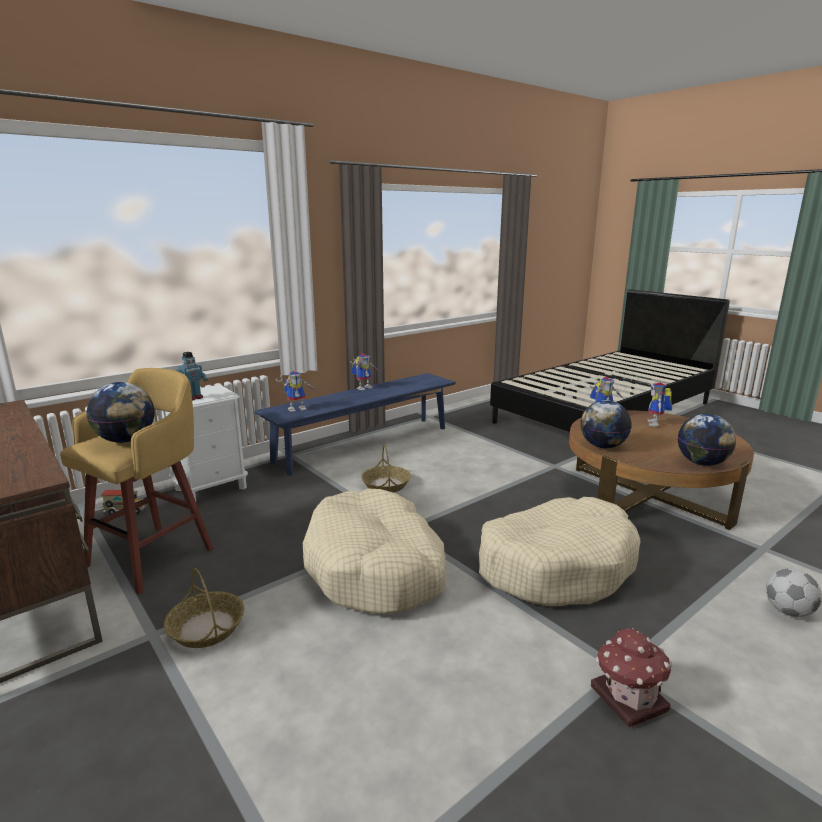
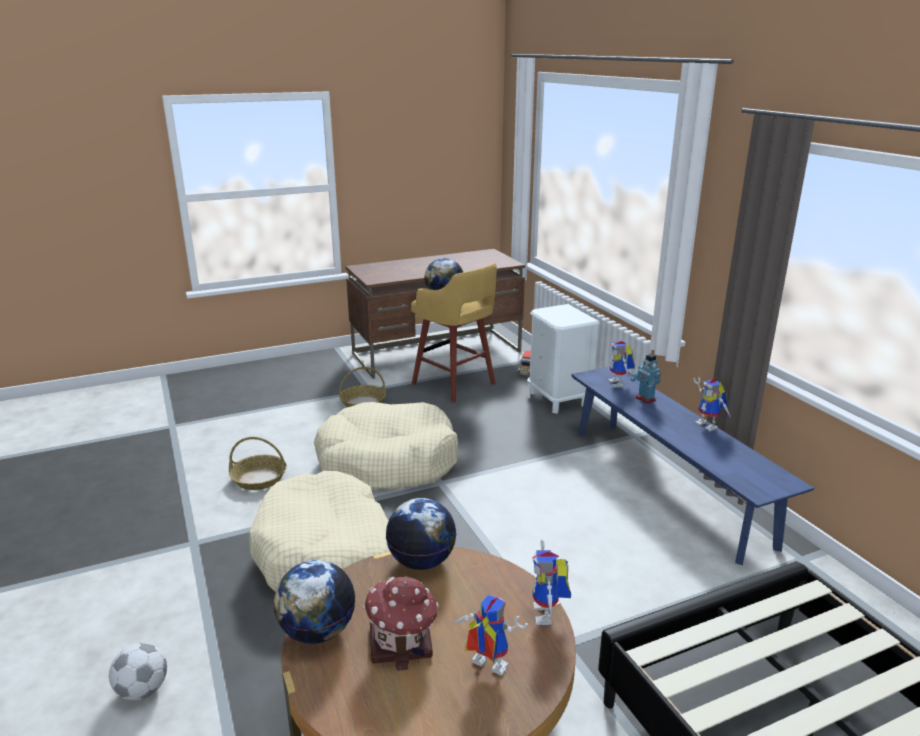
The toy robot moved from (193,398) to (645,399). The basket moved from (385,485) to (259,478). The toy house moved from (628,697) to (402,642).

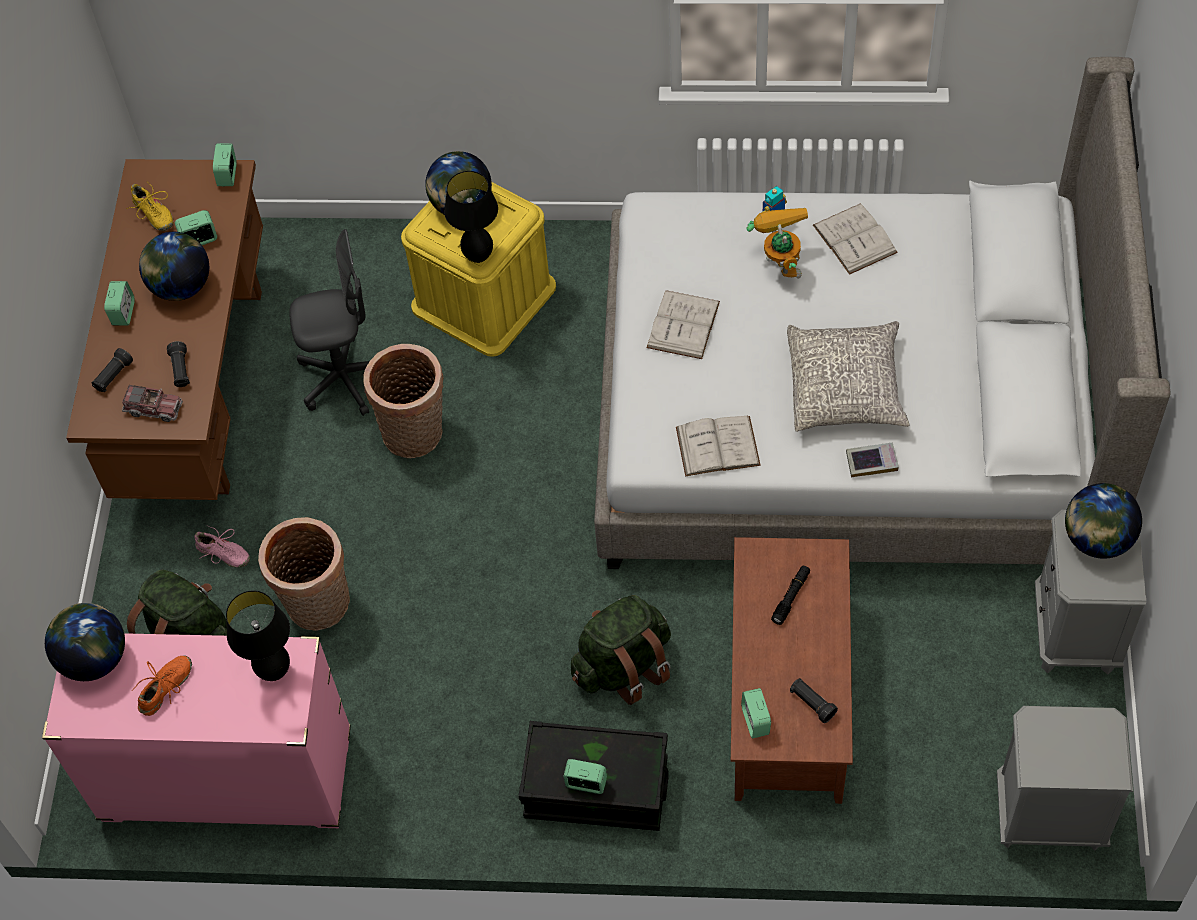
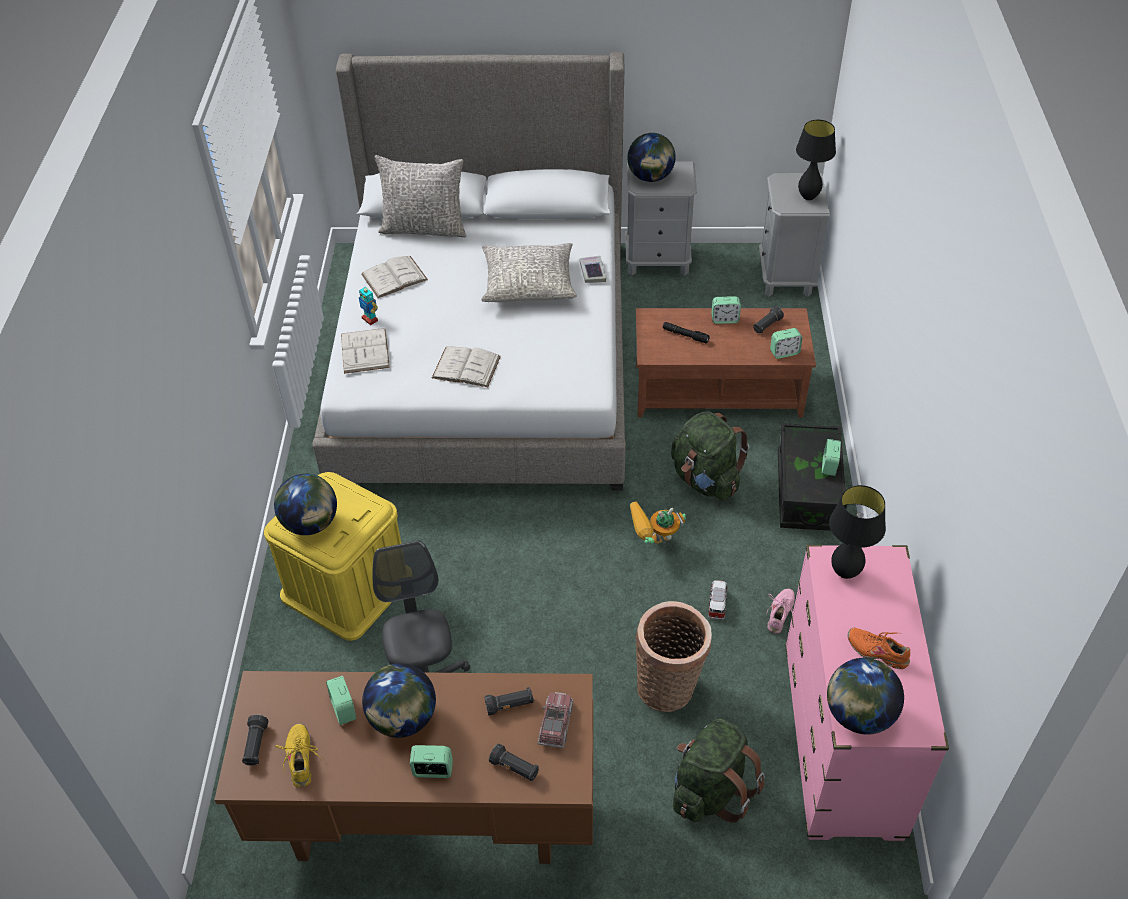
The alarm clock moved from (228,175) to (725,319). The black table lamp moved from (478,257) to (808,197). The yellow shoe at (153,214) turned 60 degrees counterclockwise. The toy robot moved from (779,263) to (654,545). The basket at (416,435) disappeared. The white book moved from (717,446) to (365,351). The pink shoe moved from (223,554) to (780,614). The grey pillow at (424,228) appeared. The toy car at (717,604) appeared. The black flashlight at (256,745) appeared.

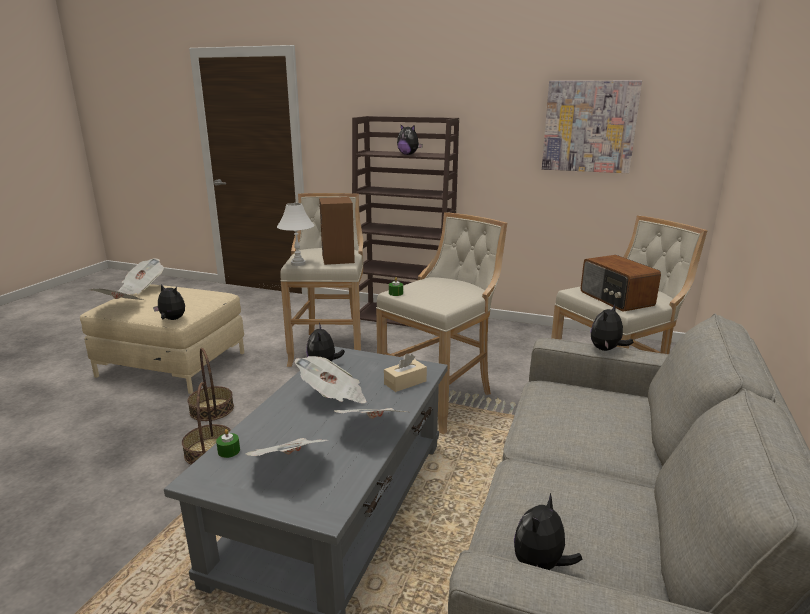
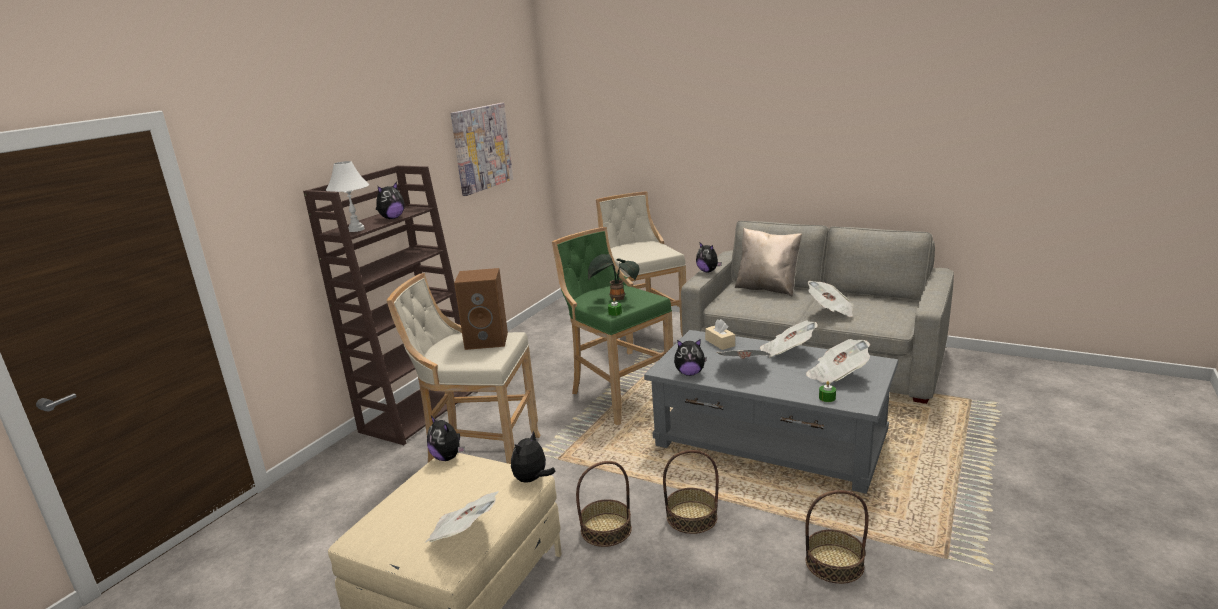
The white table lamp moved from (298,264) to (356,229). The beige stool at (441,398) became the green stool at (617,395). The radio at (615,299) disappeared. The newspaper moved from (141,289) to (831,310). The plush toy moved from (540,566) to (448,457). The beige pillow at (767,288) appeared. The potted plant at (615,299) appeared. The basket at (834,563) appeared.

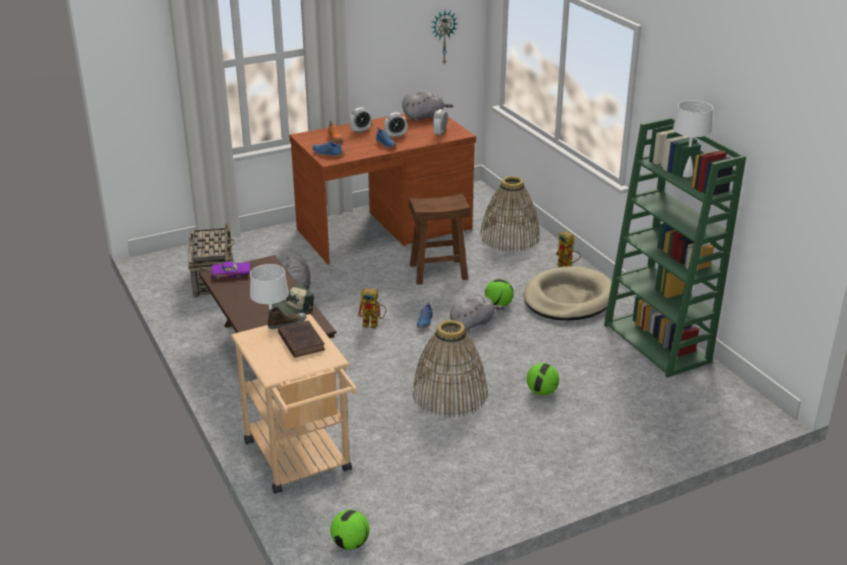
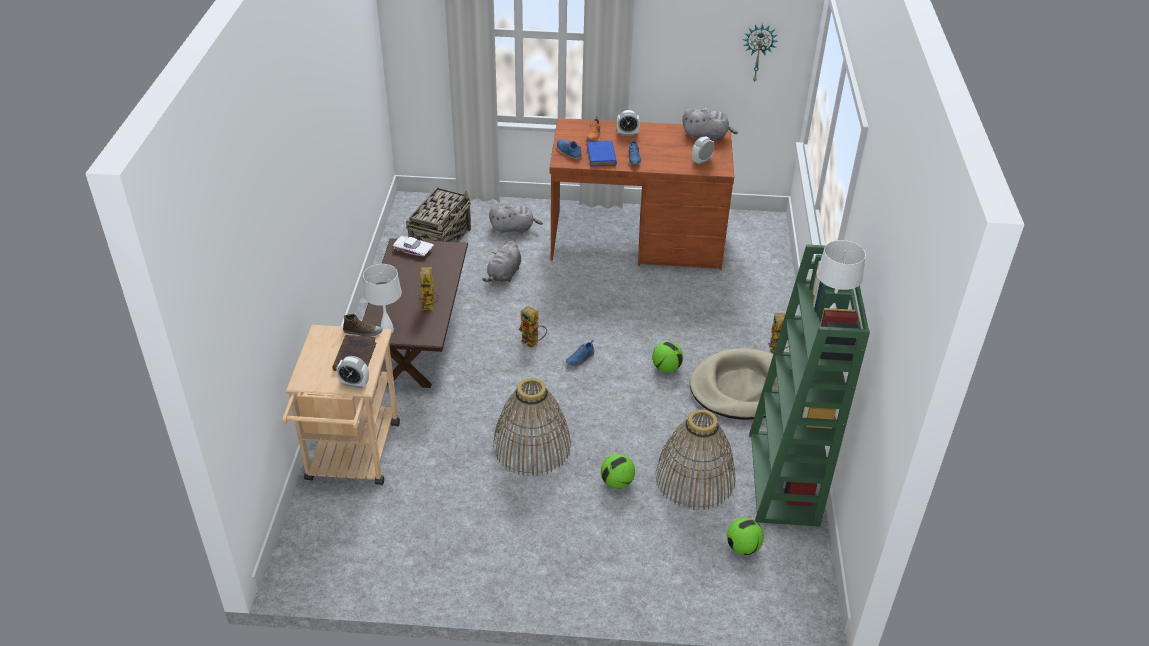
The alarm clock moved from (395,135) to (354,383). The basket moved from (509,238) to (695,479). The brown stool at (438,272) disappeared. The purple toy car at (231,274) became the white toy car at (413,250). The cap at (293,308) was replaced by the toy robot at (429,307). The grey plush toy moved from (473,323) to (514,228). The football moved from (350,543) to (743,547). The blue book at (601,156) appeared.

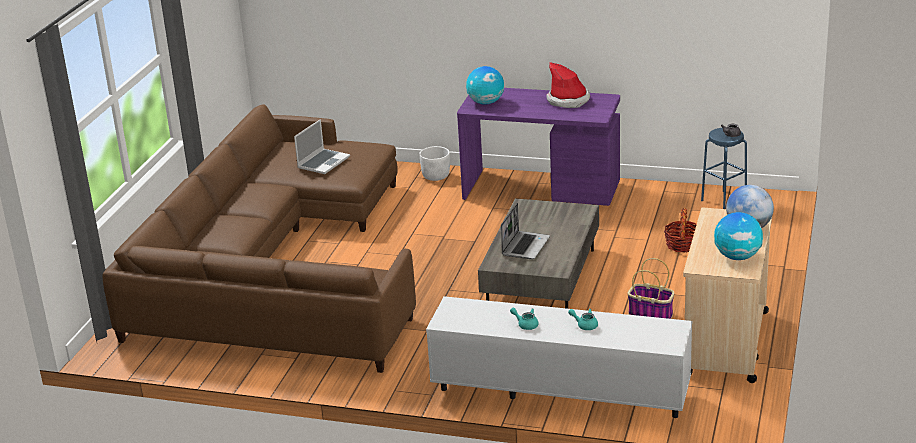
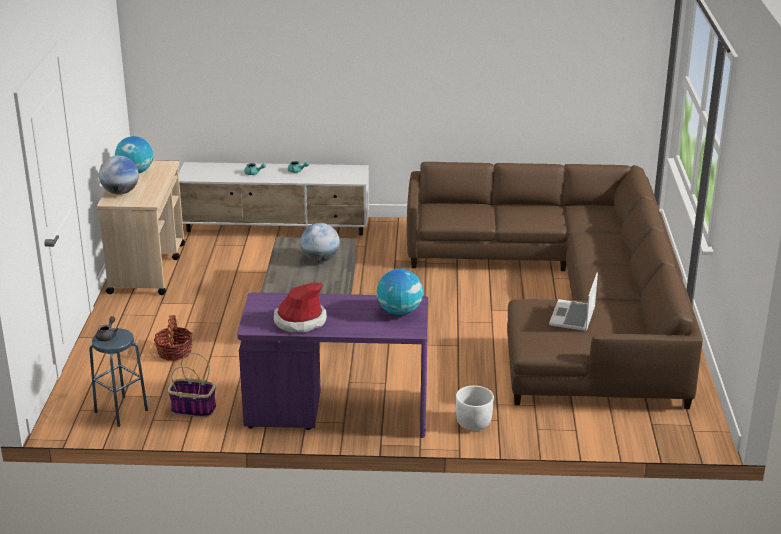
The laptop at (525,246) was replaced by the globe at (320,259). The basket moved from (651,314) to (192,409).

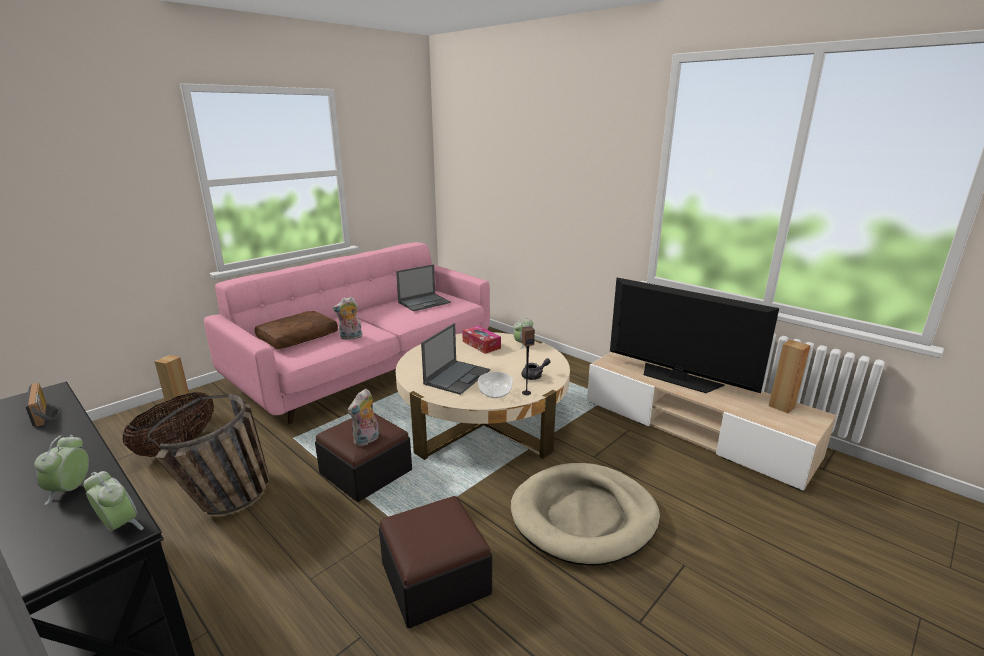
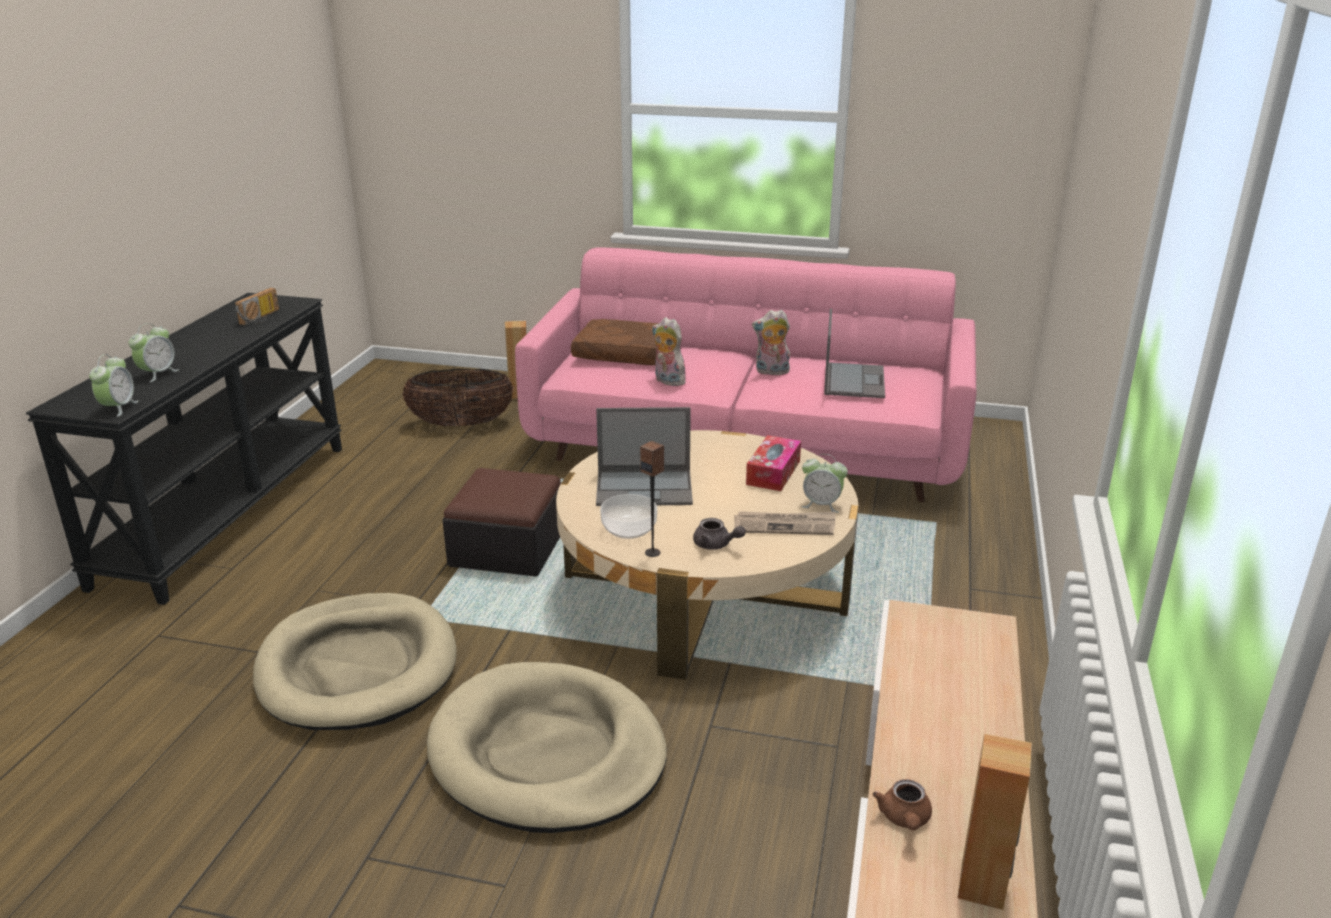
The laptop at (424,302) turned 105 degrees counterclockwise. The television at (678,379) disappeared. The plush toy moved from (367,440) to (771,372). The basket at (230,503) disappeared. The alarm clock at (71,490) turned 150 degrees clockwise. The ottoman at (435,578) was replaced by the beige dog bed at (358,667). The newspaper at (784,525) appeared. The brown teapot at (904,819) appeared.

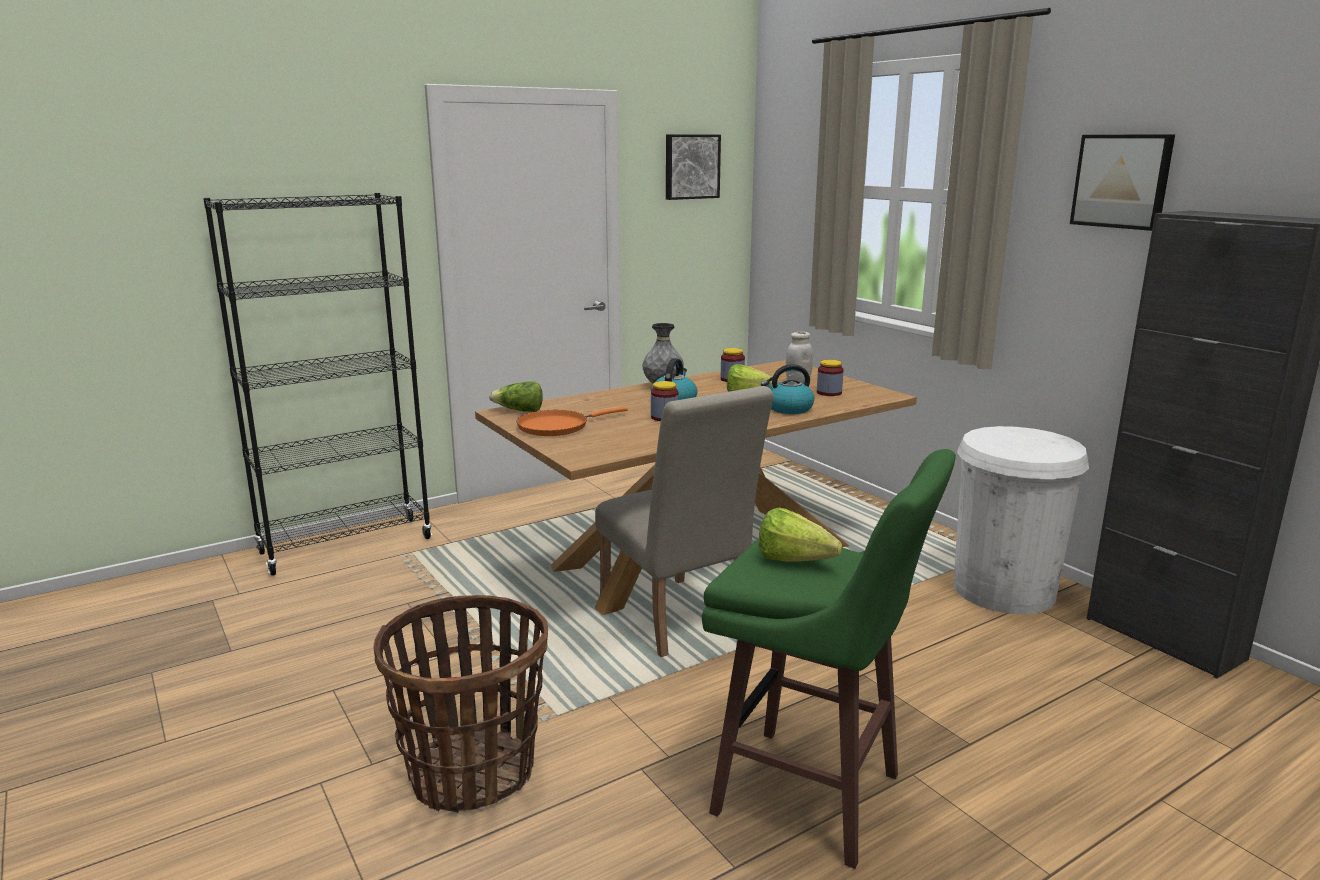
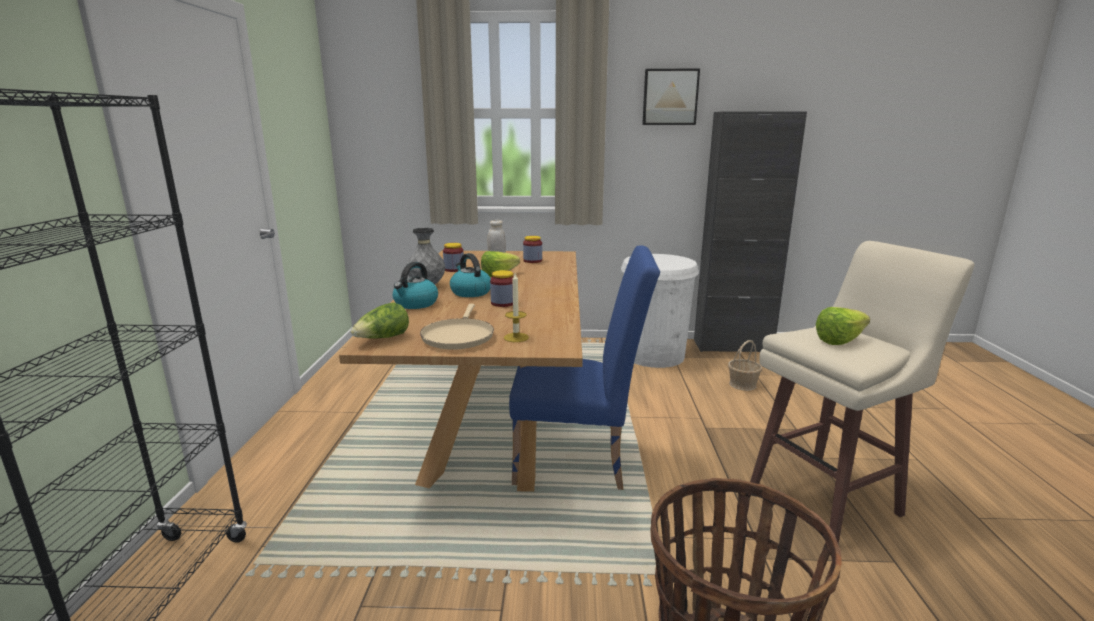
The picture at (691,166) disappeared. The kettle moved from (788,409) to (415,304). The beige chair at (677,622) became the blue chair at (579,463). The orange frying pan at (557,427) became the beige frying pan at (458,336). The green stool at (812,797) became the beige stool at (828,500). The candle at (516,337) appeared. The basket at (743,384) appeared.

